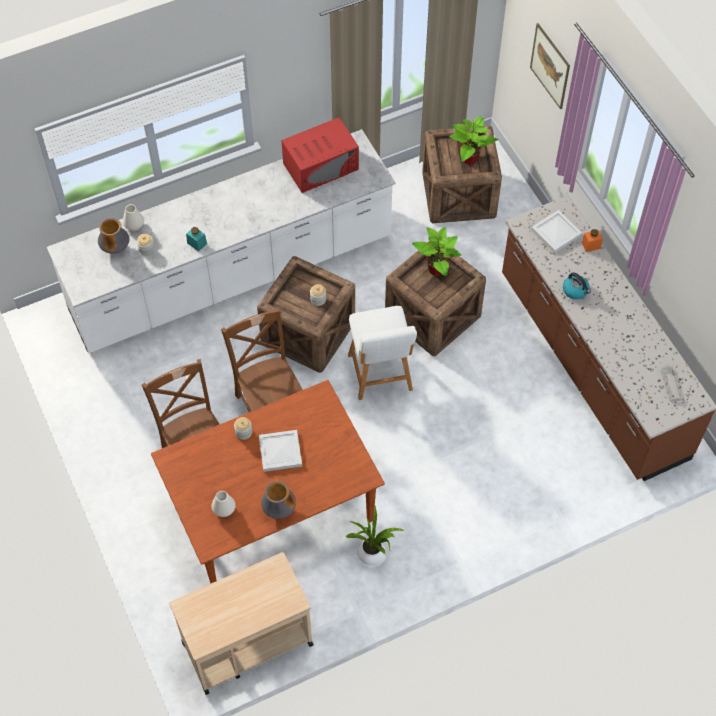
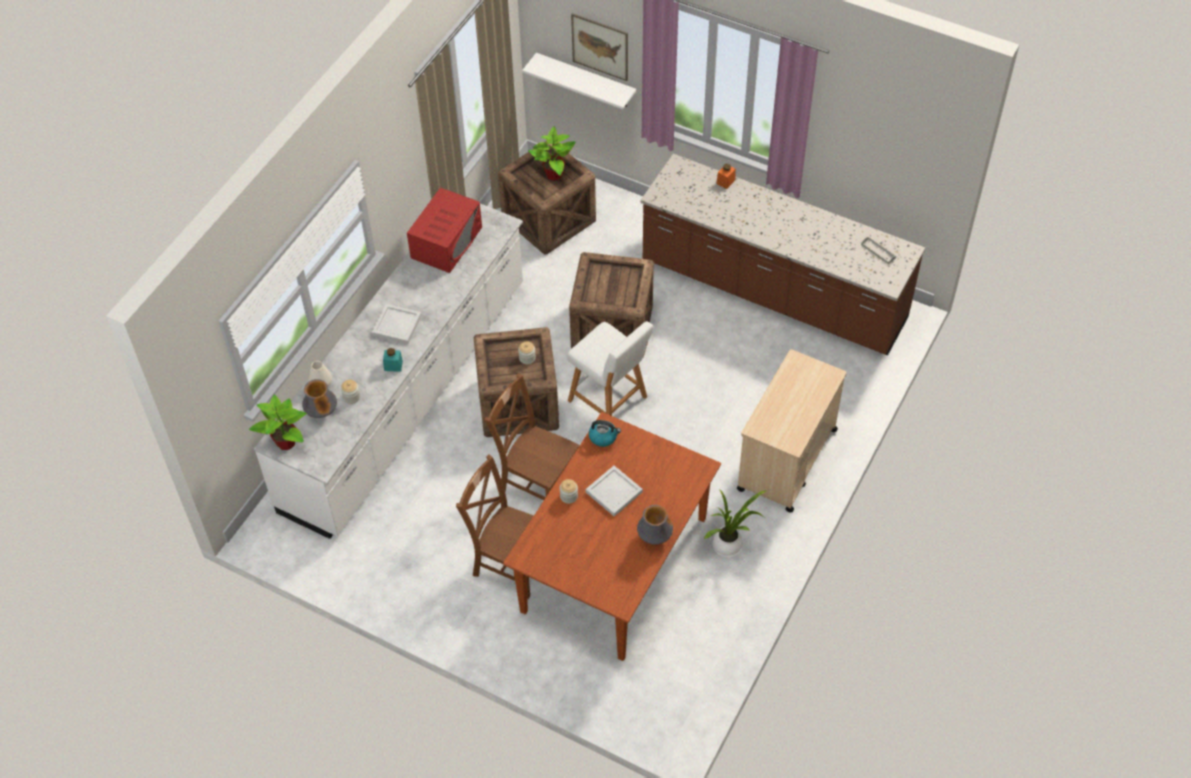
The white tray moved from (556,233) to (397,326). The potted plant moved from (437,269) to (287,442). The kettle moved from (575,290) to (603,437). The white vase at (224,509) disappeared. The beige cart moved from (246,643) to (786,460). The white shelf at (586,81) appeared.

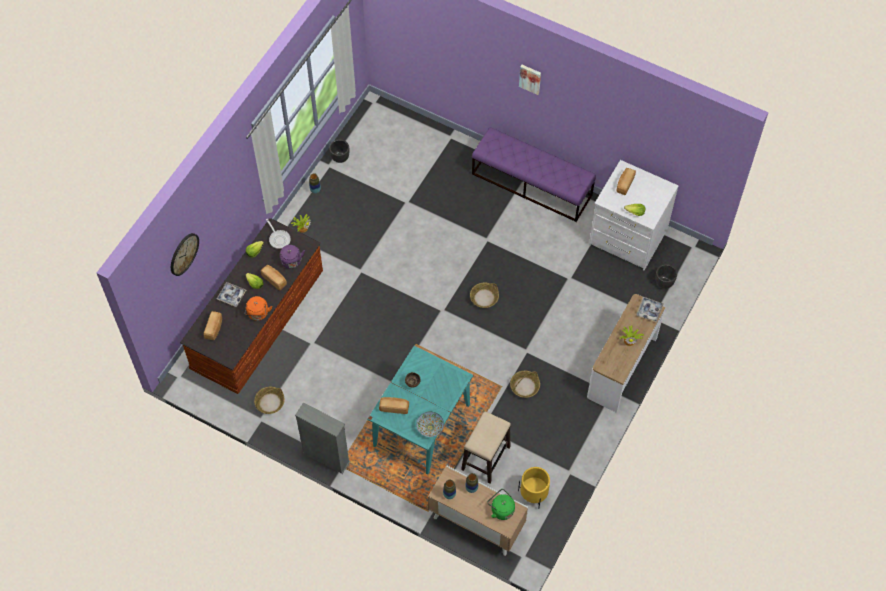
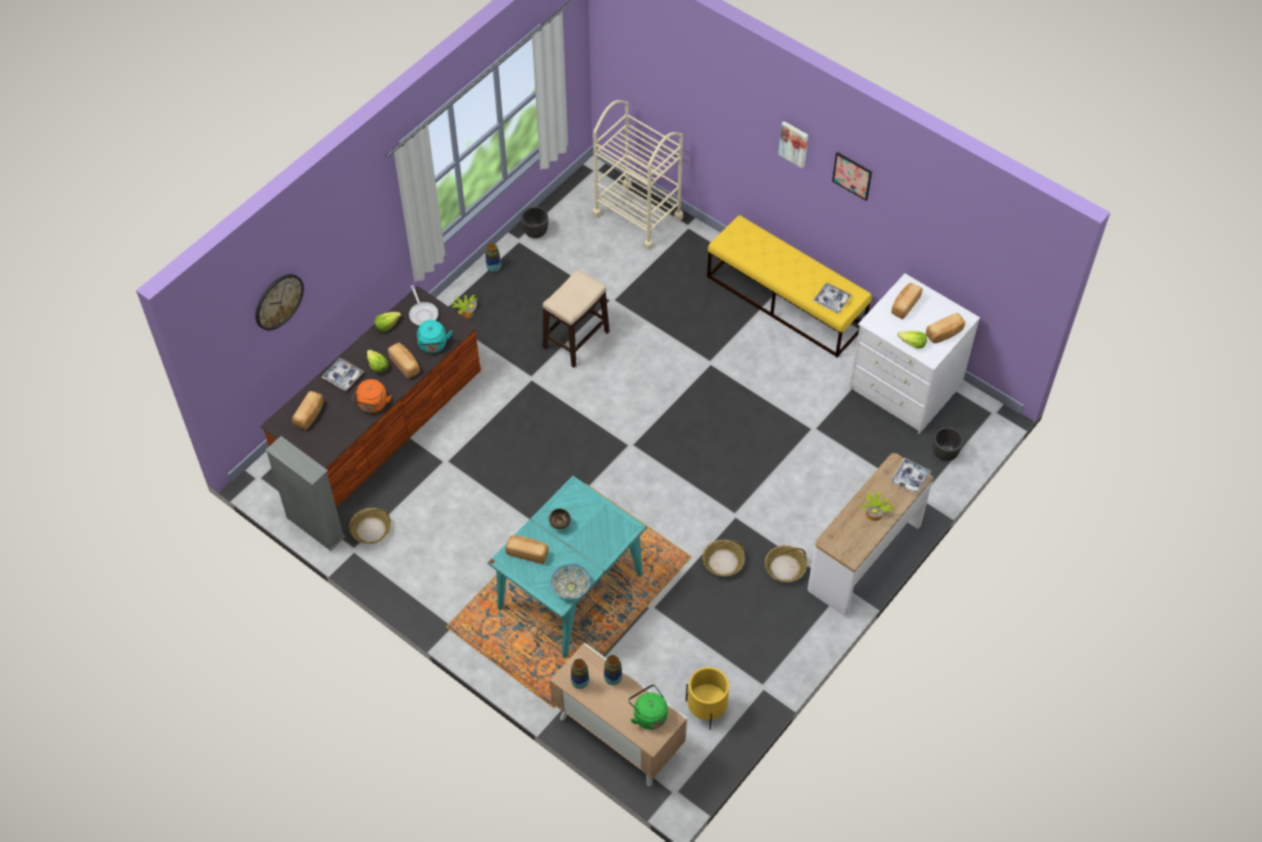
The purple bench at (532,185) became the yellow bench at (786,301). The purple kettle at (291,262) became the turquoise kettle at (433,345). The basket moved from (484,298) to (785,568). The grey bookcase moved from (326,457) to (315,527). The stool moved from (485,458) to (575,340). The beige cart at (637,215) appeared. The picture at (852,175) appeared. The tray at (831,300) appeared. The bread at (944,333) appeared.

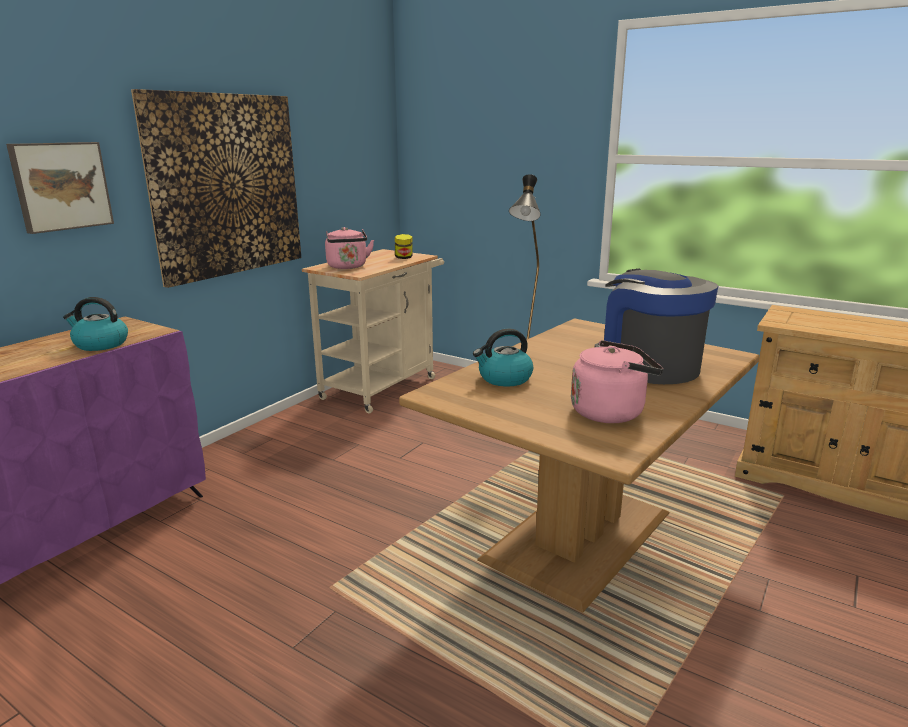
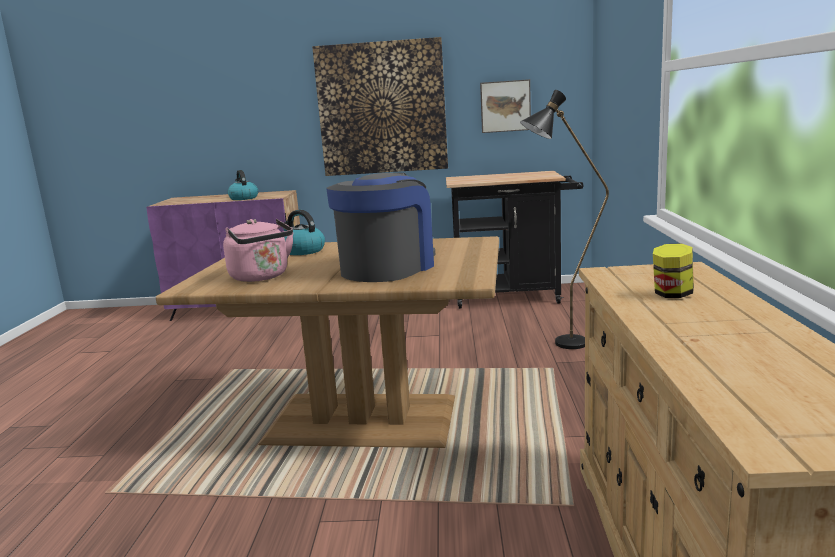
The picture moved from (61,186) to (505,106). The pink kettle at (348,267) disappeared. The jar moved from (404,258) to (672,294). The beige cart at (383,385) became the black cart at (514,296).

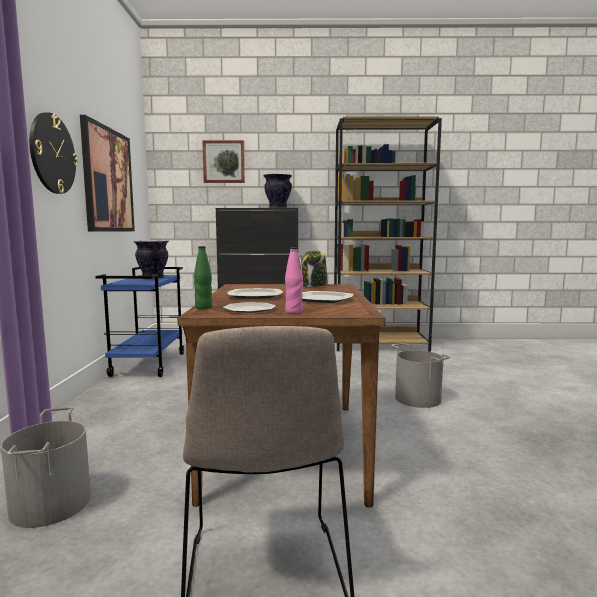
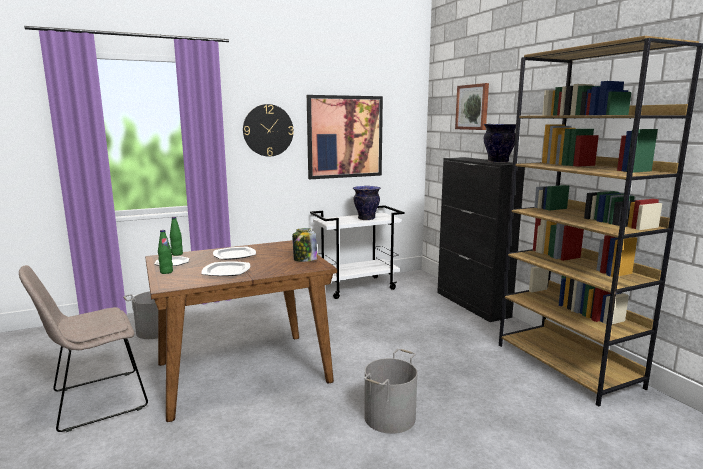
The pink bottle at (294,312) became the green bottle at (166,272). The blue cart at (148,364) became the white cart at (357,287).

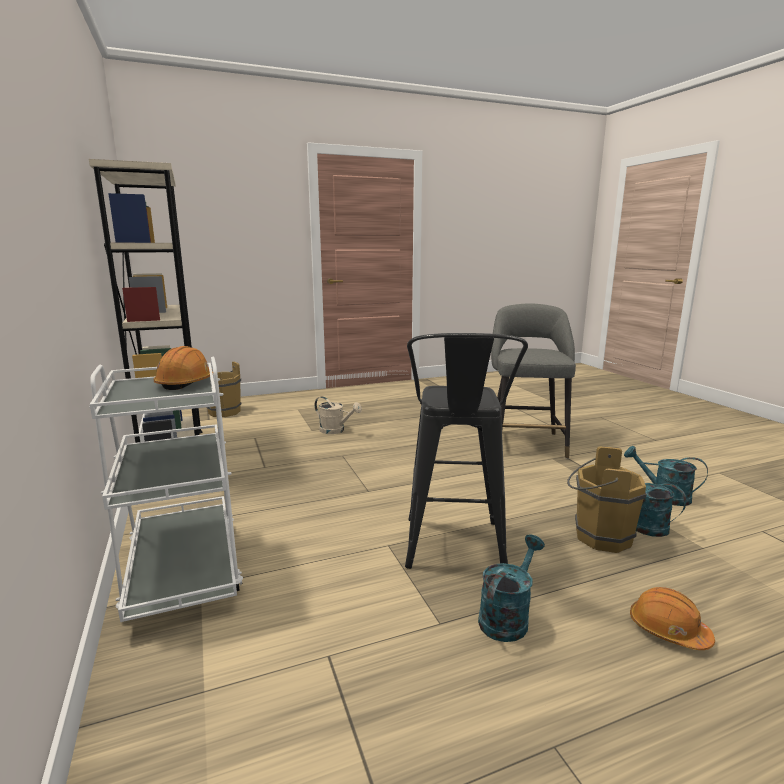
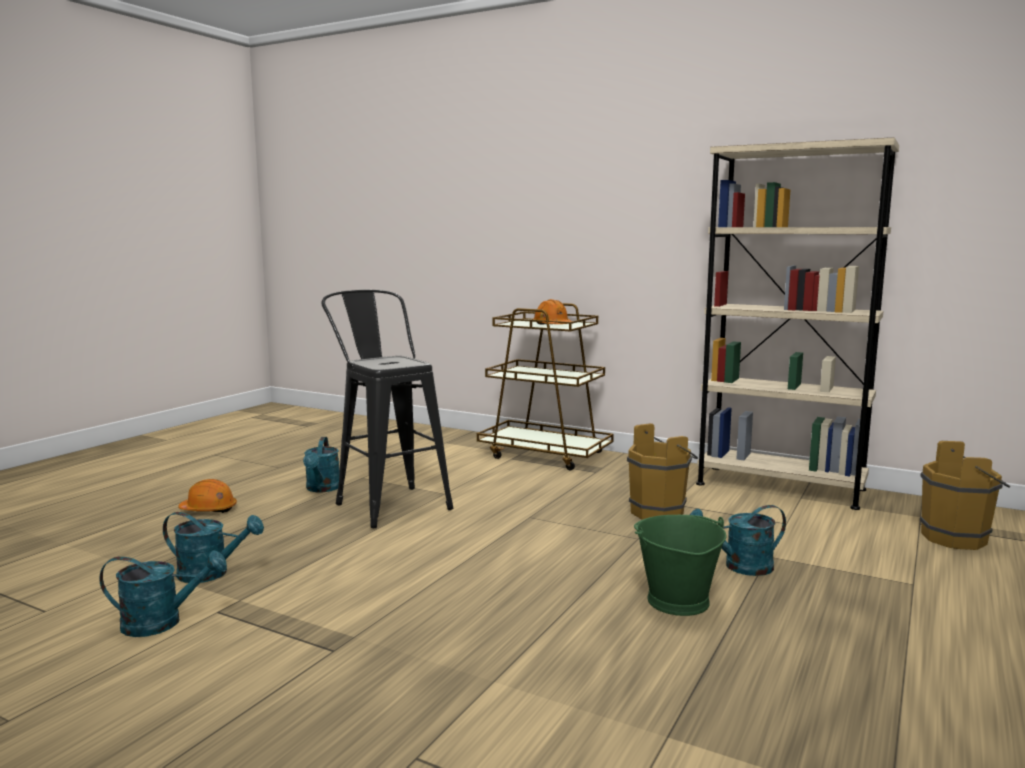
The grey stool at (525,442) disappeared. The white cart at (184,569) became the brown cart at (545,455). The beige watering can at (336,431) became the turquoise watering can at (740,567). The brown bucket moved from (597,536) to (661,512). The green bucket at (677,601) appeared.

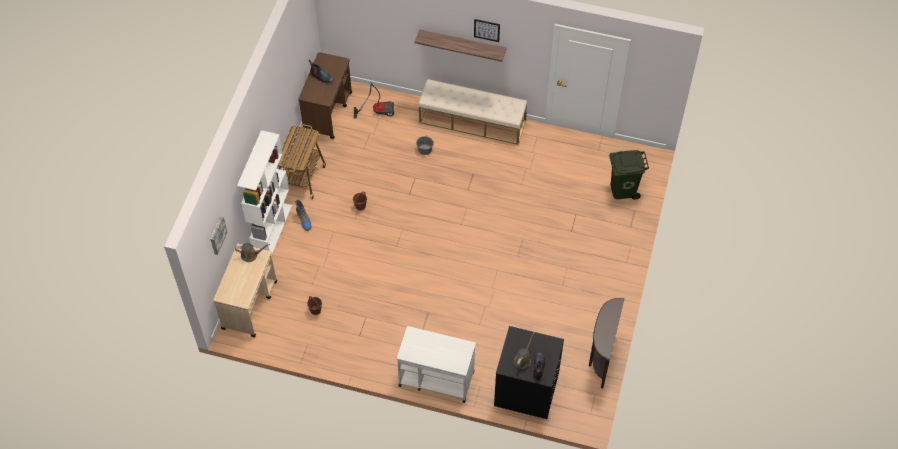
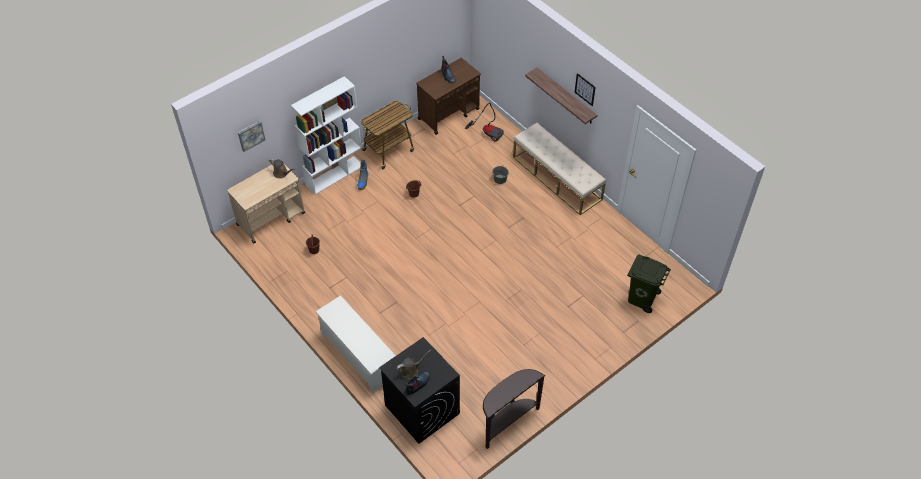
The white cart at (436,378) was replaced by the white shoe rack at (358,355).

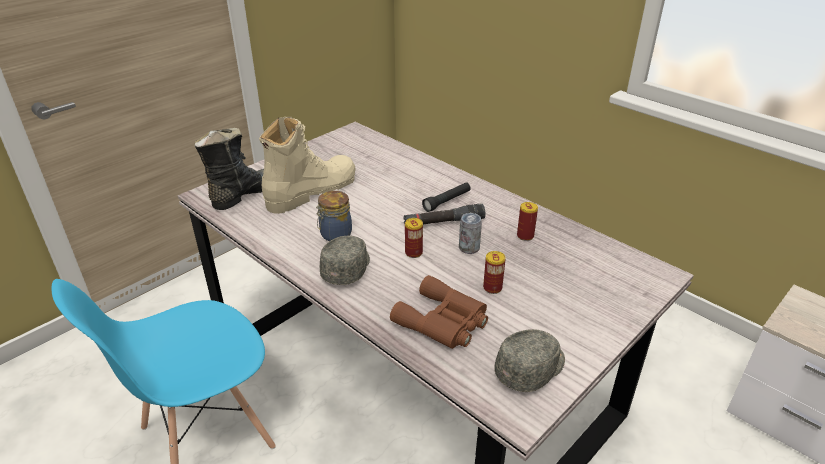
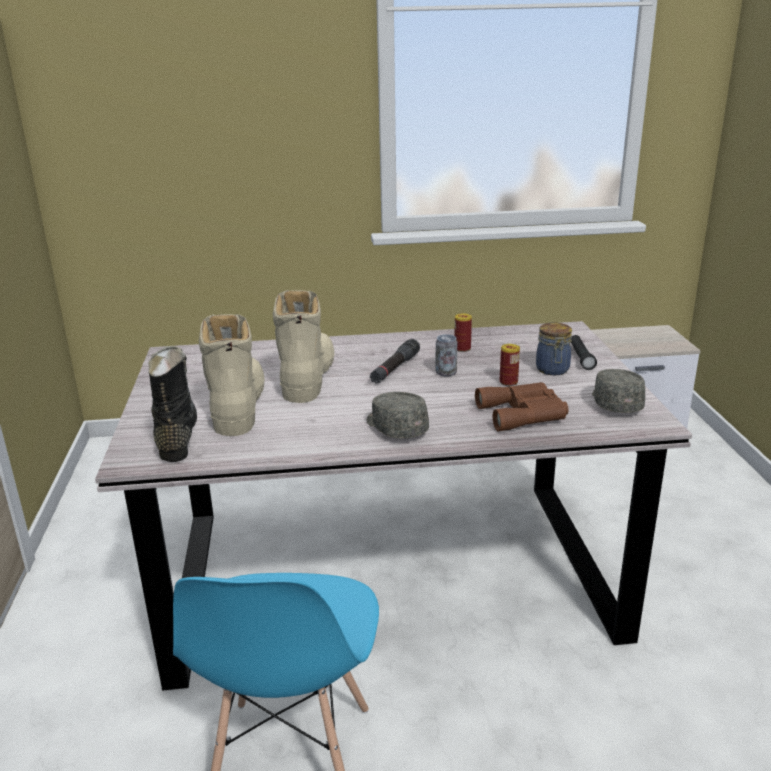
The black flashlight moved from (447,201) to (581,357). The jar moved from (334,235) to (552,370). The can at (413,253) disappeared. The beige boot at (307,376) appeared.

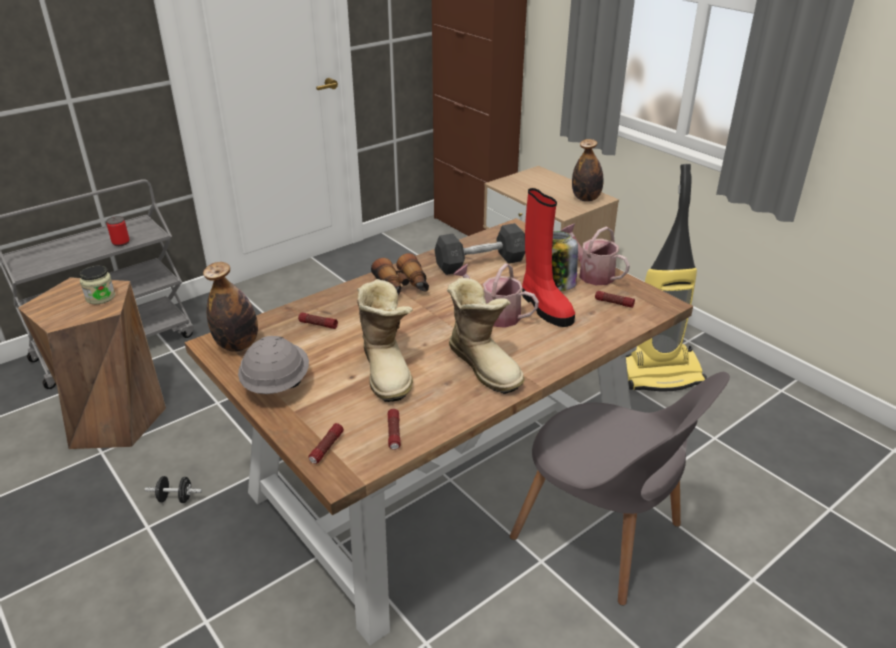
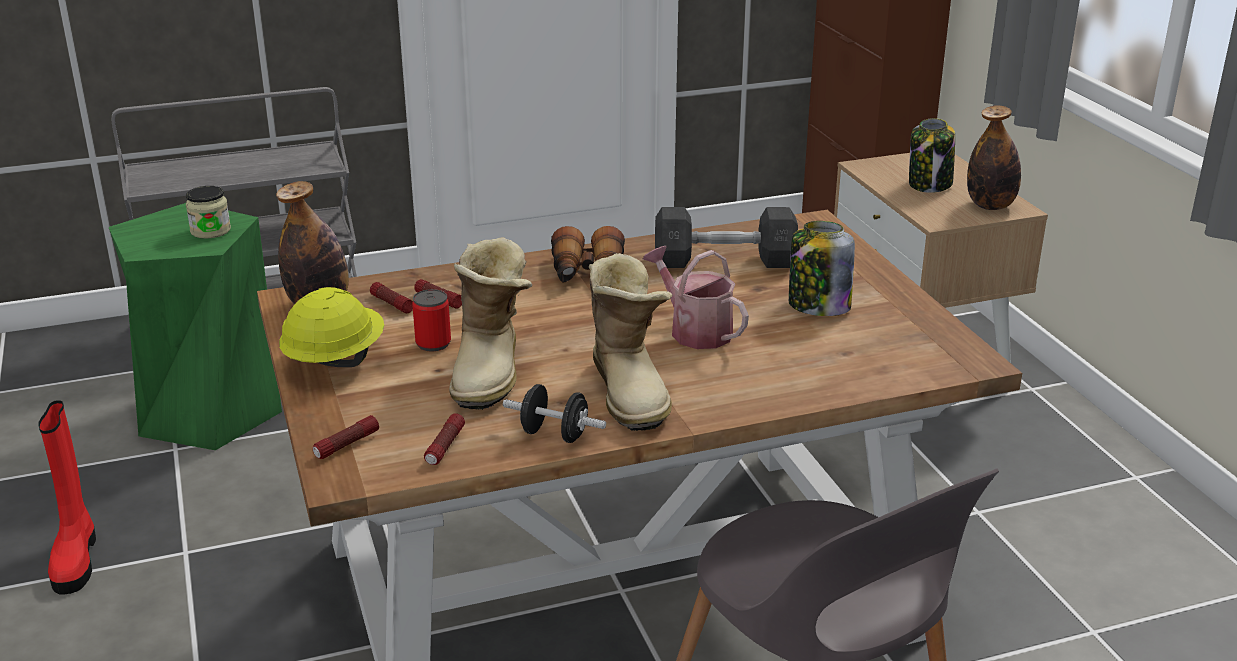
The vacuum cleaner at (660,374) disappeared. The red boot moved from (544,307) to (76,559). The can moved from (121,242) to (433,343). The watering can at (592,274) disappeared. The brown stool at (113,419) became the green stool at (209,412). The flashlight moved from (614,303) to (391,304). The grey hard hat at (276,385) became the yellow hard hat at (334,360). The black dumbbell moved from (176,498) to (554,435). The jar at (930,184) appeared.

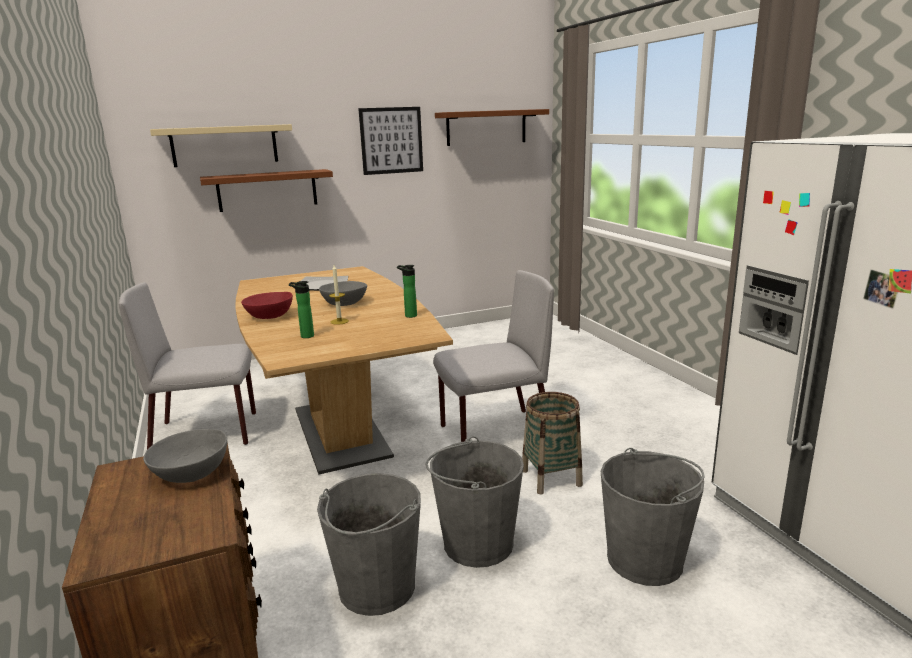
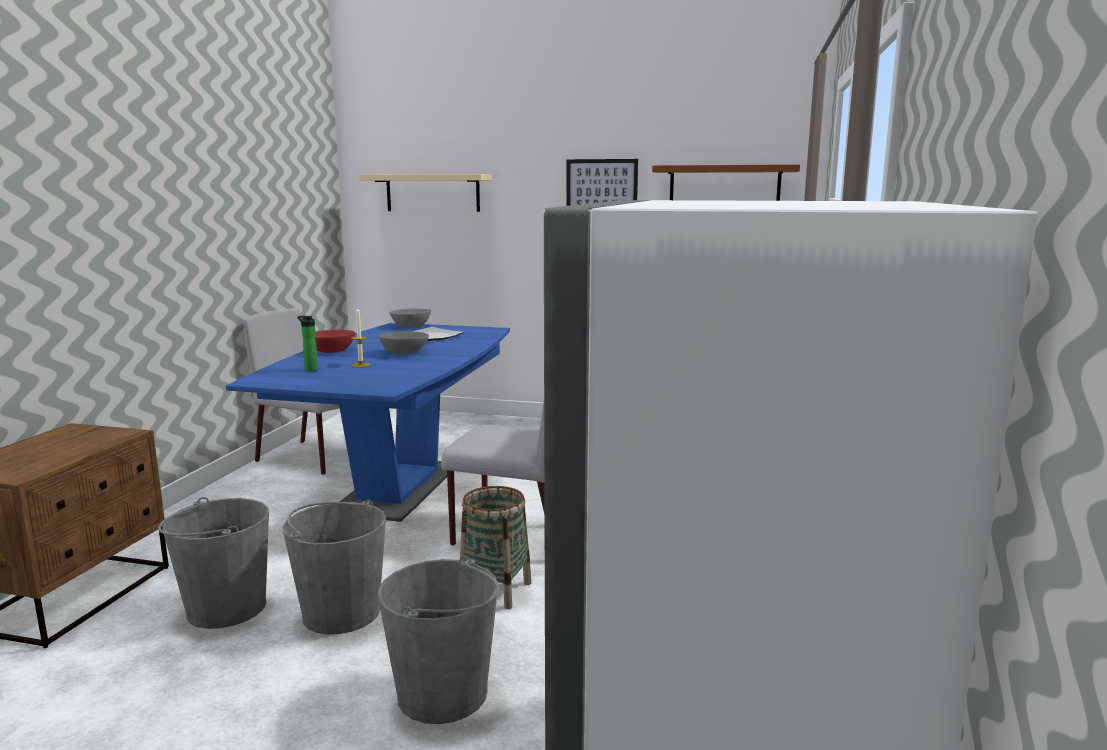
The brown shelf at (267,190) disappeared. The bottle at (409,315) disappeared. The brown dining table at (340,432) became the blue dining table at (399,488). The grey bowl moved from (191,473) to (410,326).

